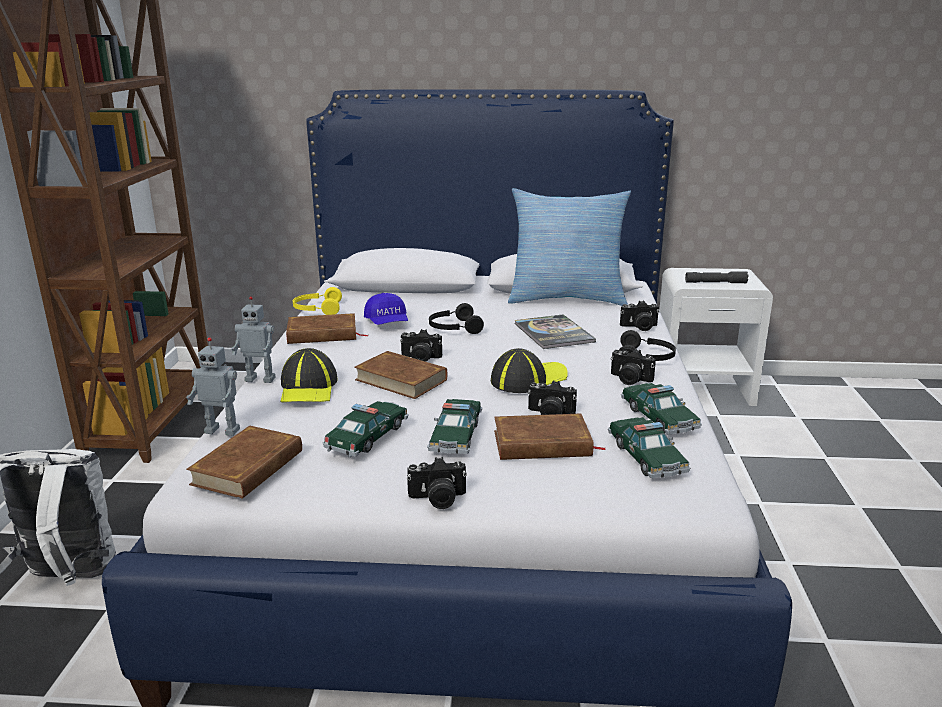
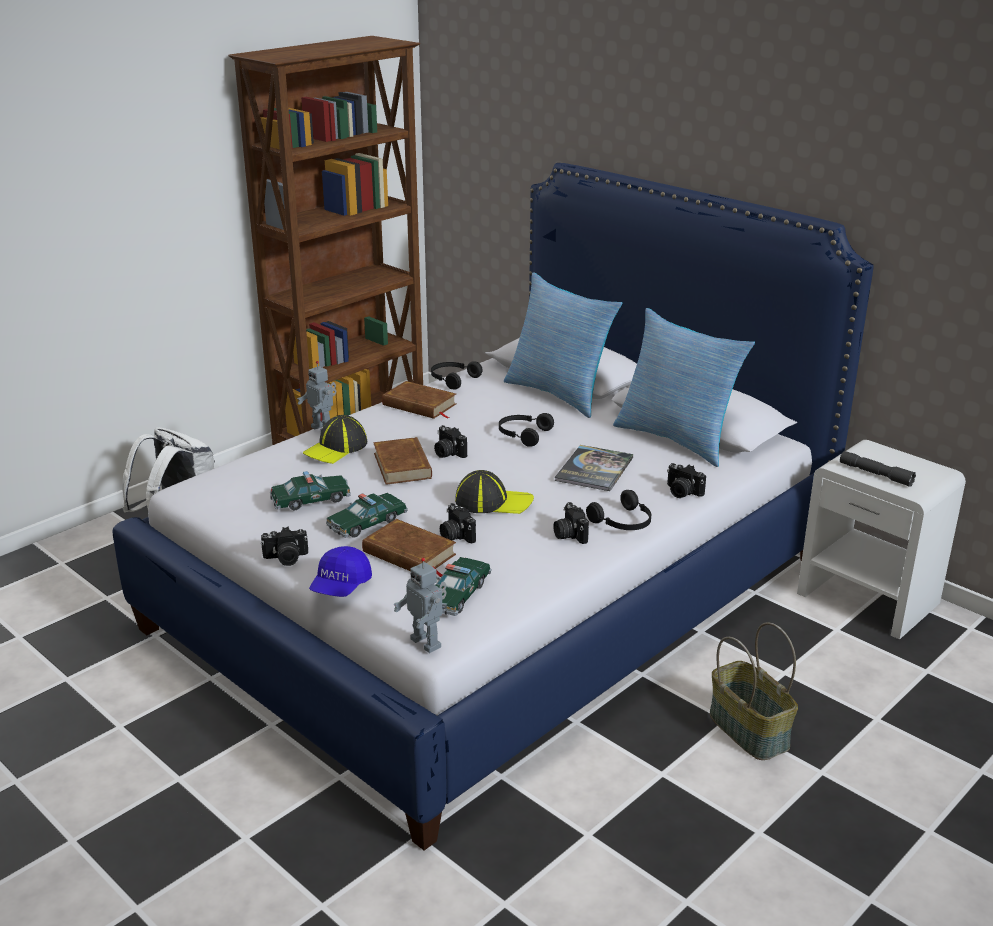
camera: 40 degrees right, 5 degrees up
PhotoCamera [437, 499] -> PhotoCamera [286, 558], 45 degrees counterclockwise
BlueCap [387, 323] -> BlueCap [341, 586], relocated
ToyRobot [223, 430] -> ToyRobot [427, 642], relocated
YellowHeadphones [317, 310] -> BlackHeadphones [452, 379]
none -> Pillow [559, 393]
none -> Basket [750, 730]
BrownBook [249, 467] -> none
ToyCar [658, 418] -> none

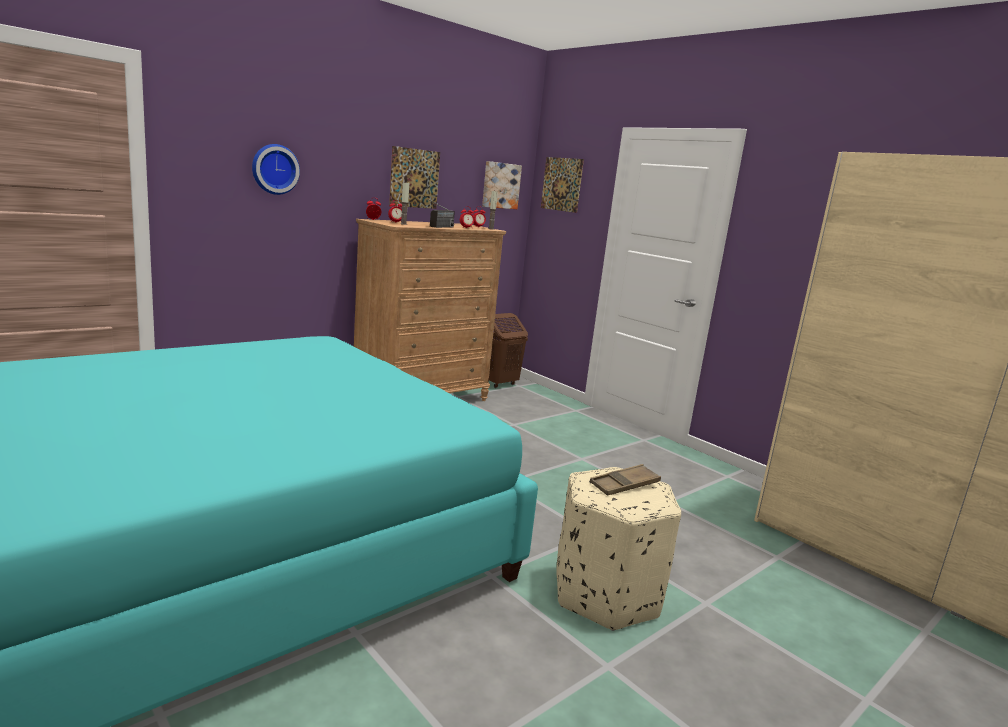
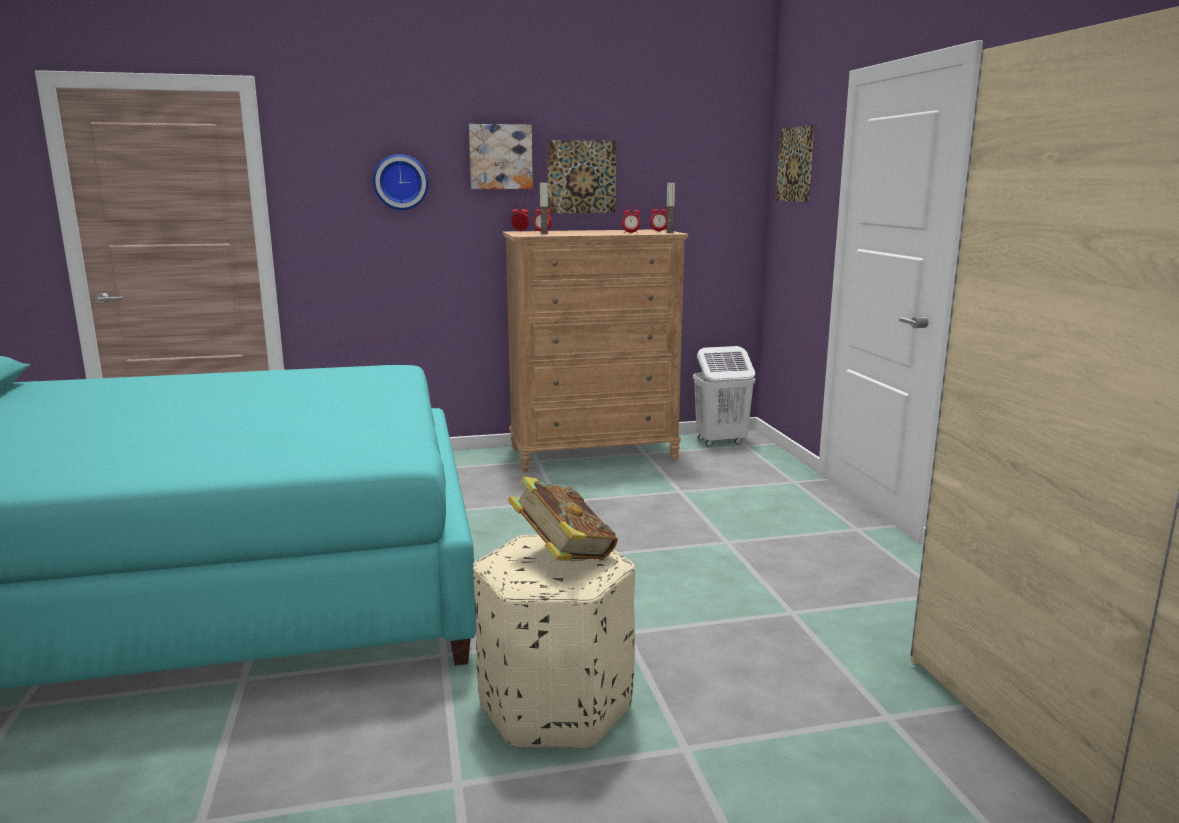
camera: 30 degrees right, 0 degrees up
Picture [500, 185] -> Picture [500, 157], relocated
BrownTray [624, 485] -> Book [563, 556]
BrownLaundryBasket [499, 384] -> WhiteLaundryBasket [720, 442]
Radio [437, 227] -> none

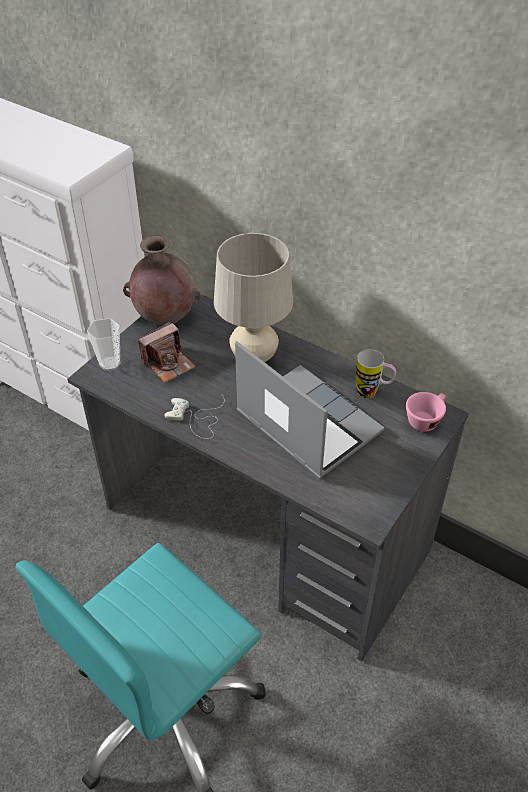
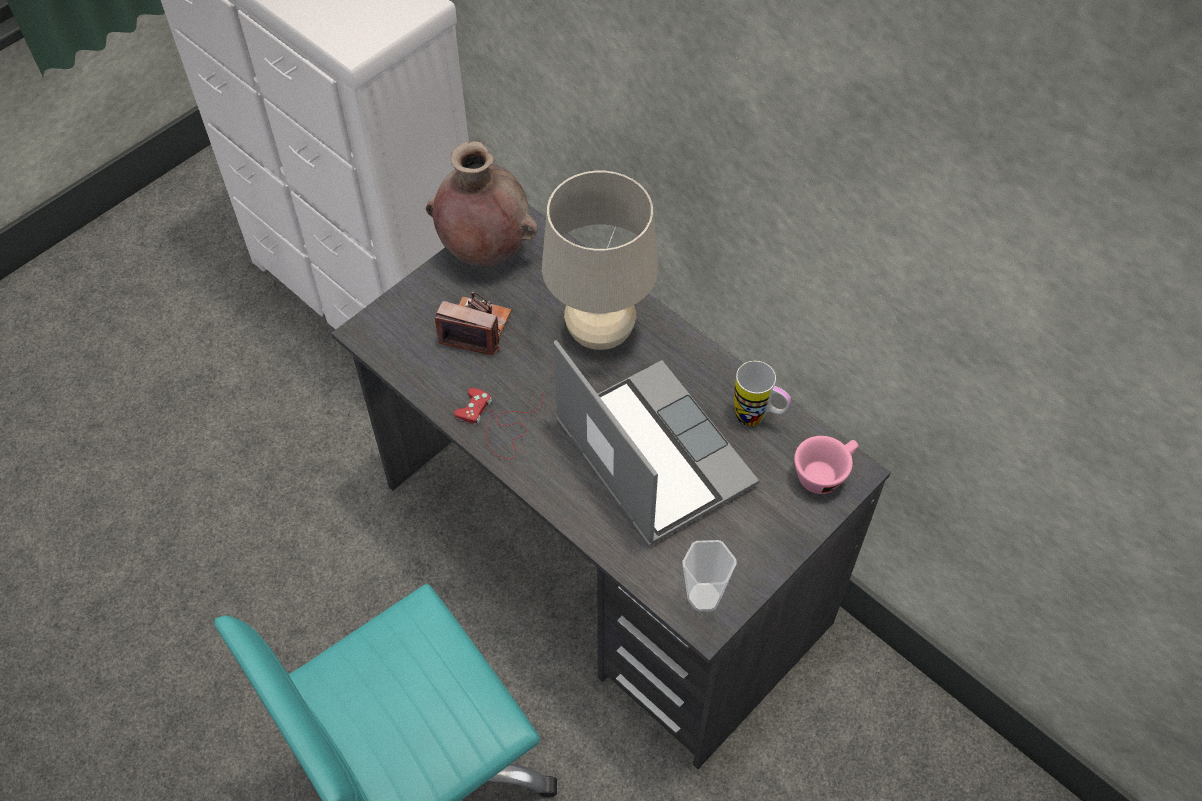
camera: 10 degrees right, 10 degrees up
PhotoCamera [168, 364] -> PhotoCamera [476, 329], 135 degrees counterclockwise
WhiteGameController [196, 419] -> RedGameController [498, 424]
Cup [110, 364] -> Cup [704, 597], relocated

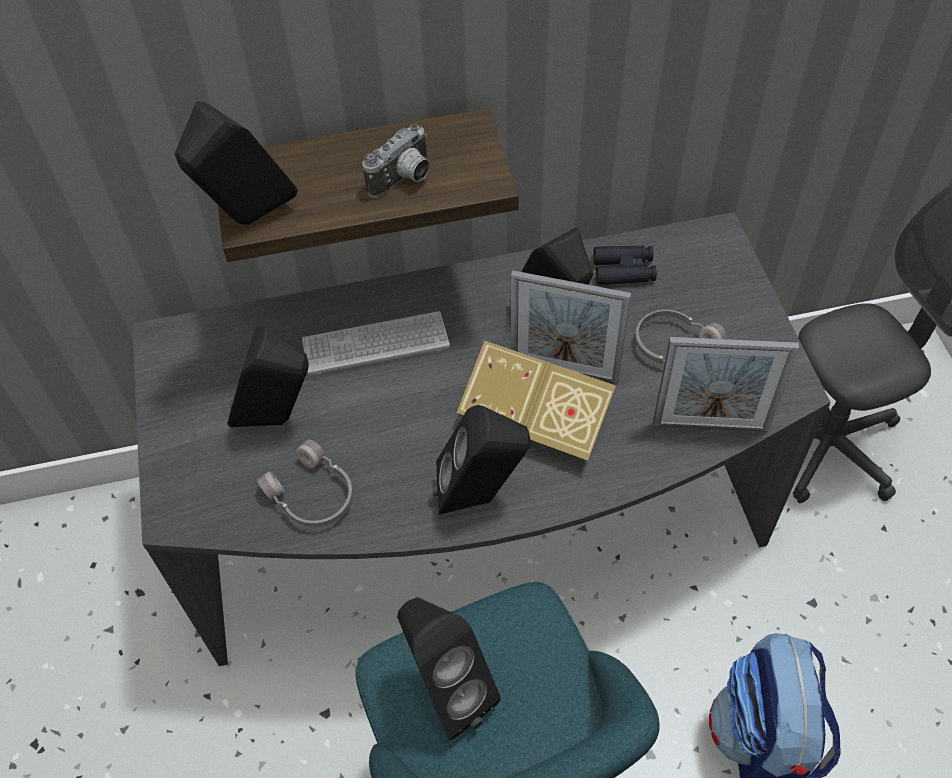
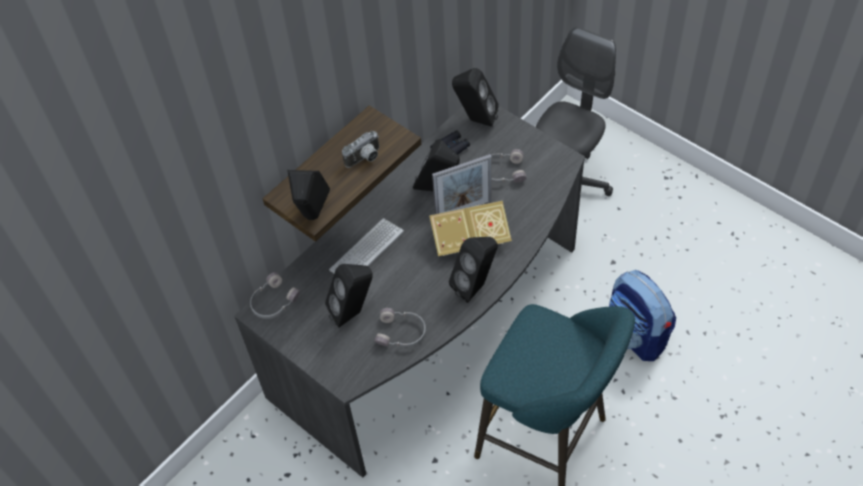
camera: 35 degrees left, 0 degrees up
none -> GreyHeadphones [273, 302]
PhotoCamera [404, 180] -> PhotoCamera [365, 159], 45 degrees clockwise
BlackSpeaker [446, 690] -> BlackSpeaker [475, 119], relocated
PictureFrame [710, 426] -> none

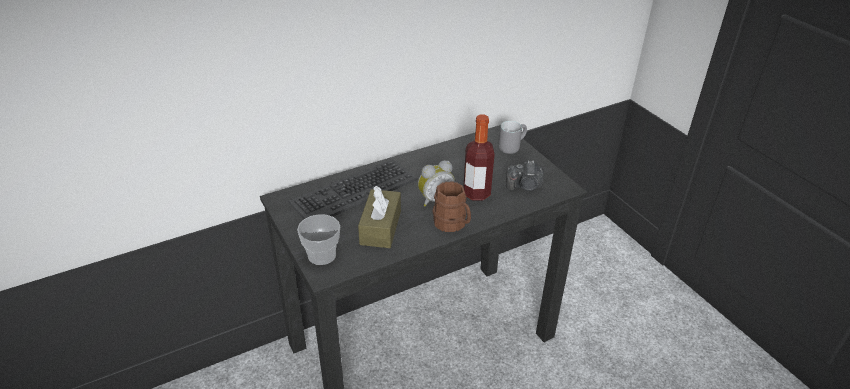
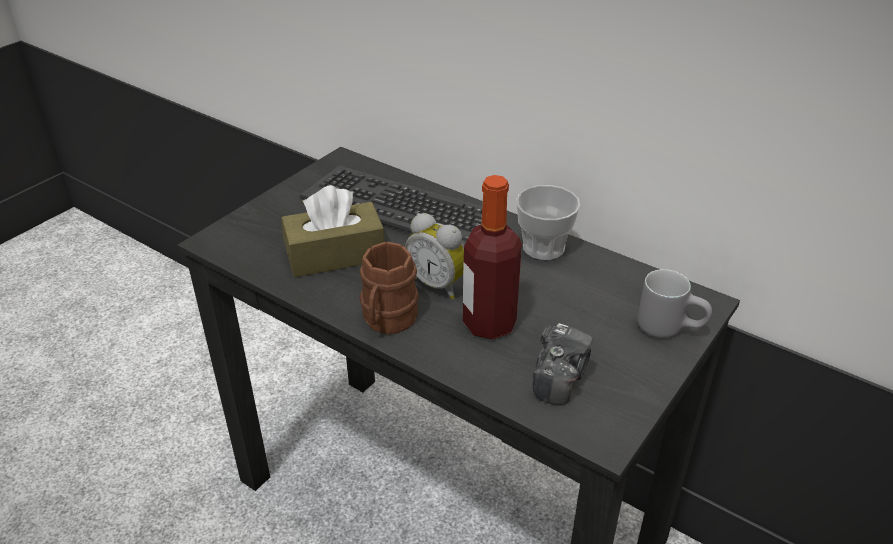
camera: 65 degrees right, 0 degrees up
Cup [322, 255] -> Cup [543, 247], relocated
PhotoCamera [525, 186] -> PhotoCamera [559, 377], 135 degrees counterclockwise

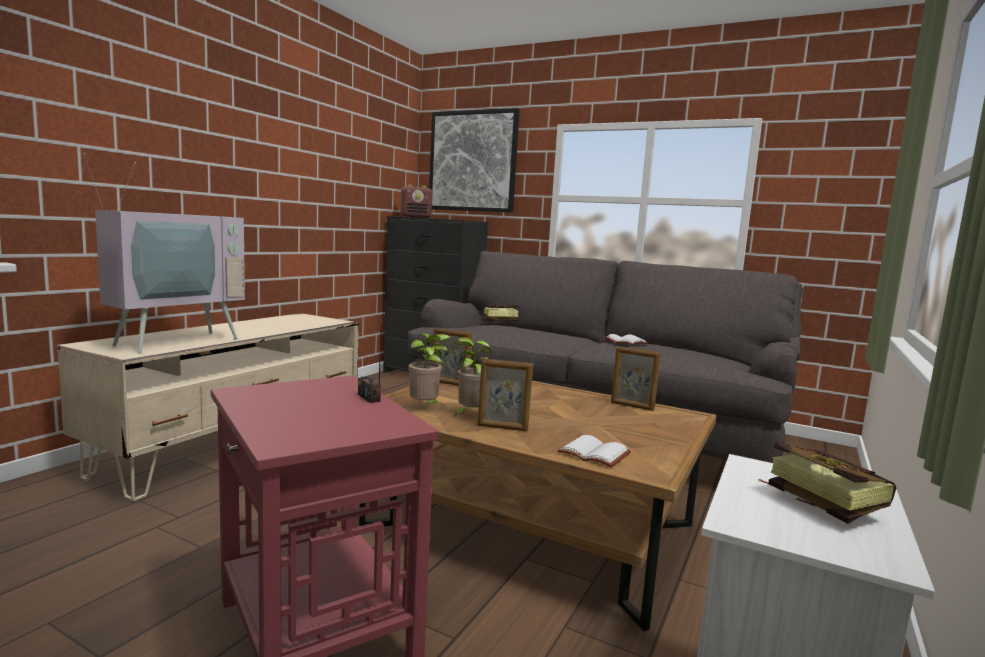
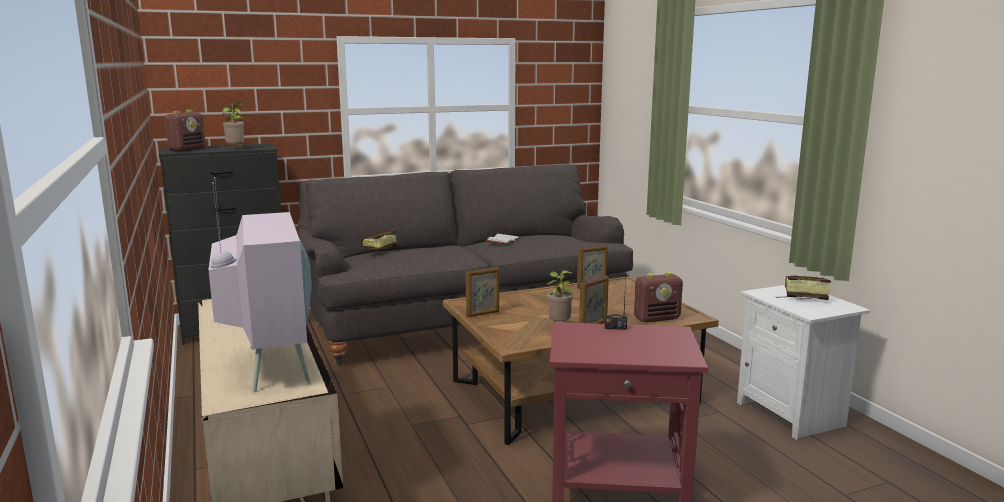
camera: 50 degrees left, 5 degrees up
PottedPlant [425, 407] -> PottedPlant [236, 149], relocated
WhiteBook [596, 453] -> Radio [657, 318]
Picture [473, 161] -> none

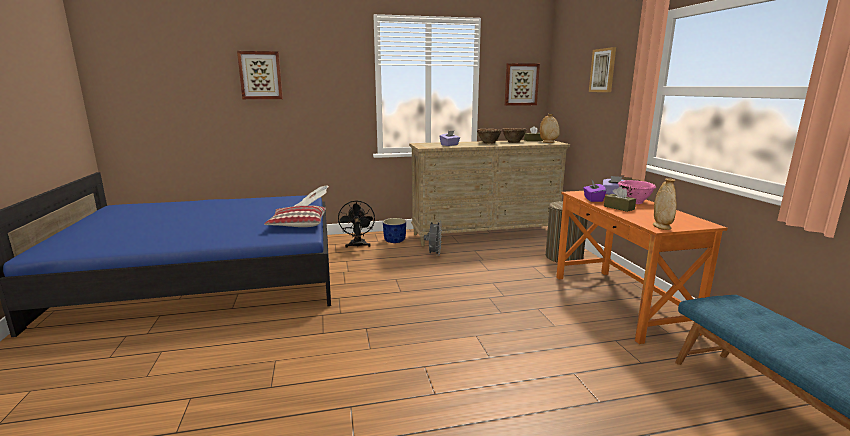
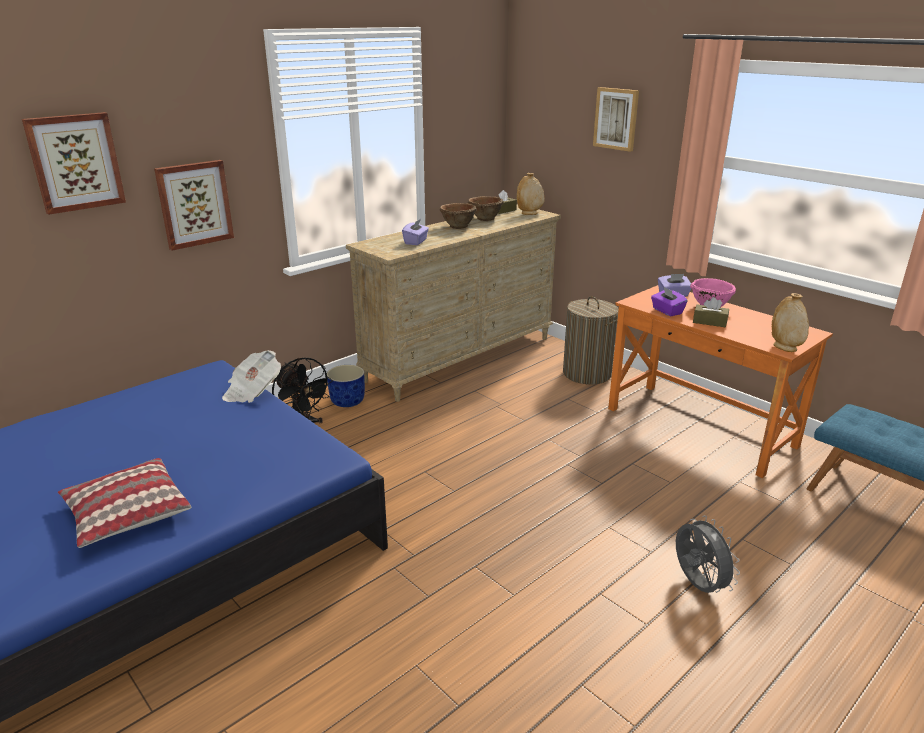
camera: 30 degrees left, 10 degrees up
Pillow [297, 224] -> Pillow [127, 513], relocated
Picture [521, 84] -> Picture [194, 204], relocated
GreyFan [434, 254] -> GreyFan [697, 585], relocated

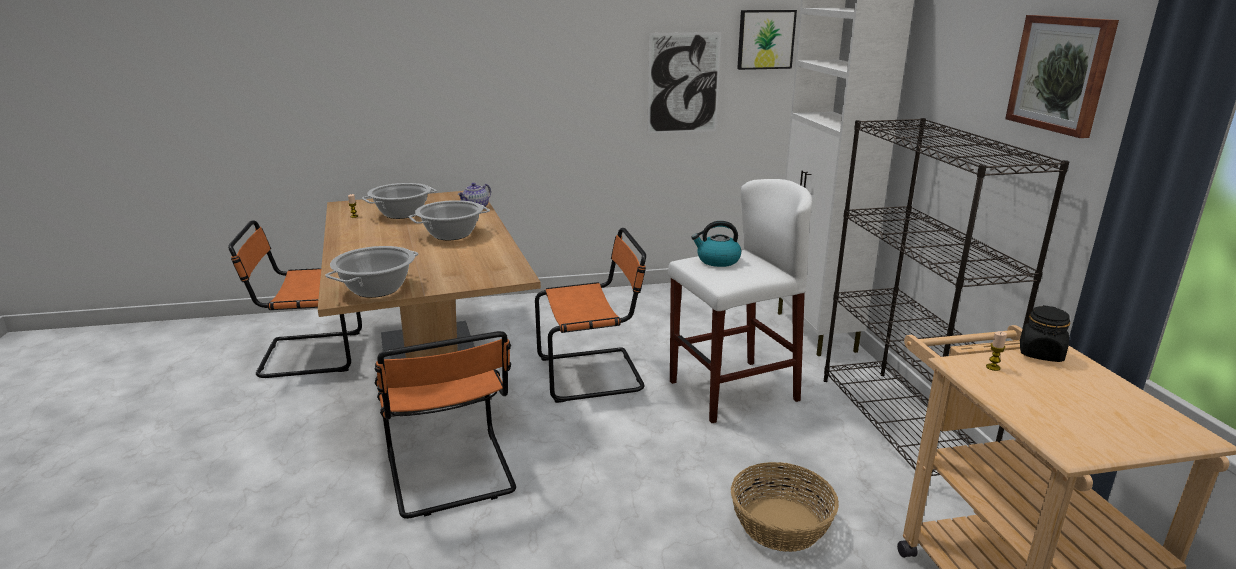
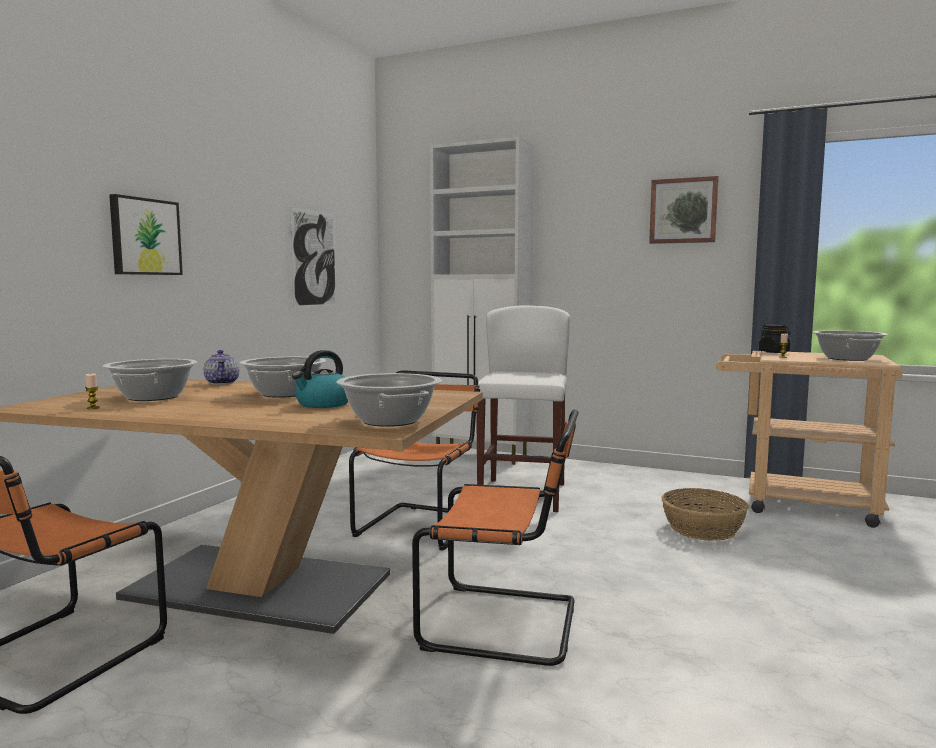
camera: 55 degrees left, 15 degrees down
Picture [765, 39] -> Picture [145, 237], relocated
Kettle [717, 260] -> Kettle [323, 404], relocated
none -> CookingPot [847, 358]
BlackBookcase [900, 424] -> none

